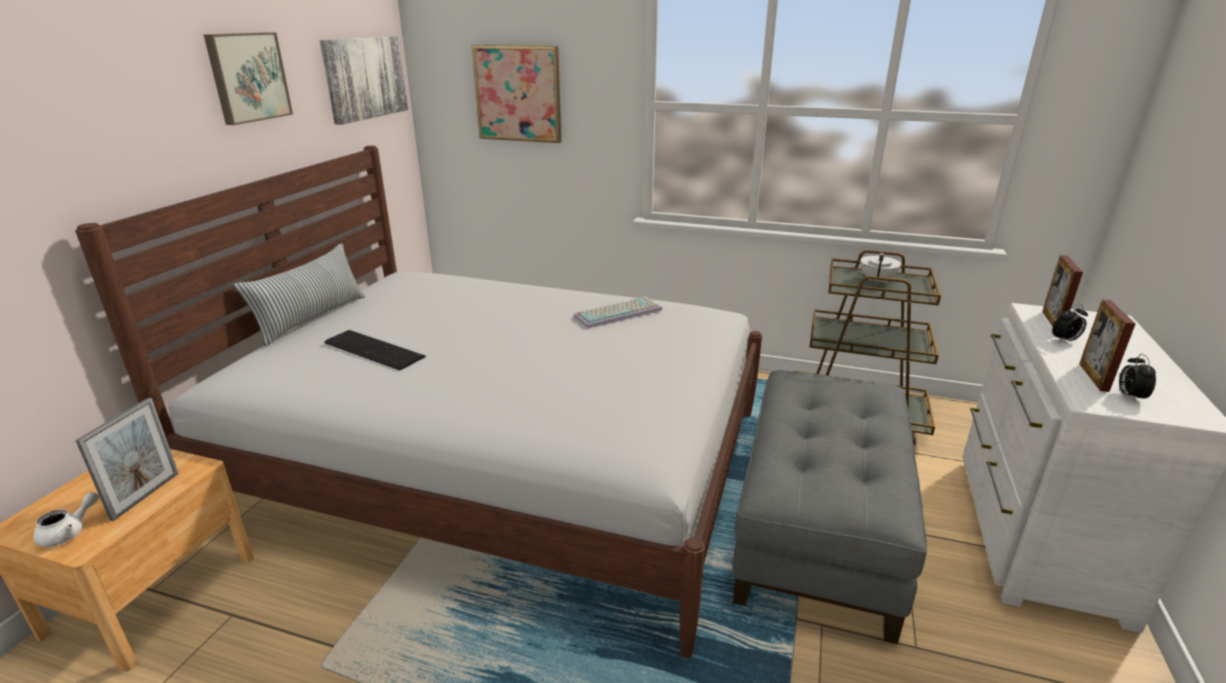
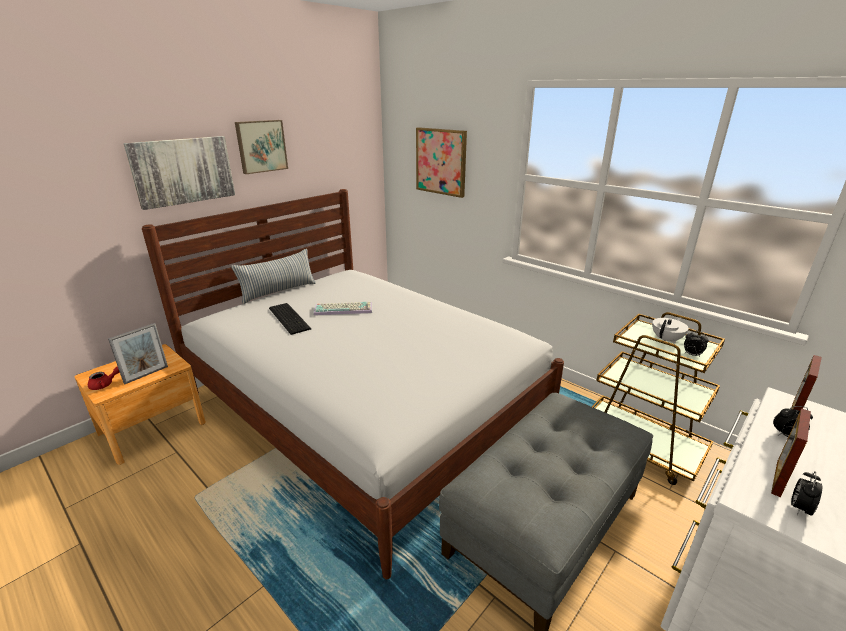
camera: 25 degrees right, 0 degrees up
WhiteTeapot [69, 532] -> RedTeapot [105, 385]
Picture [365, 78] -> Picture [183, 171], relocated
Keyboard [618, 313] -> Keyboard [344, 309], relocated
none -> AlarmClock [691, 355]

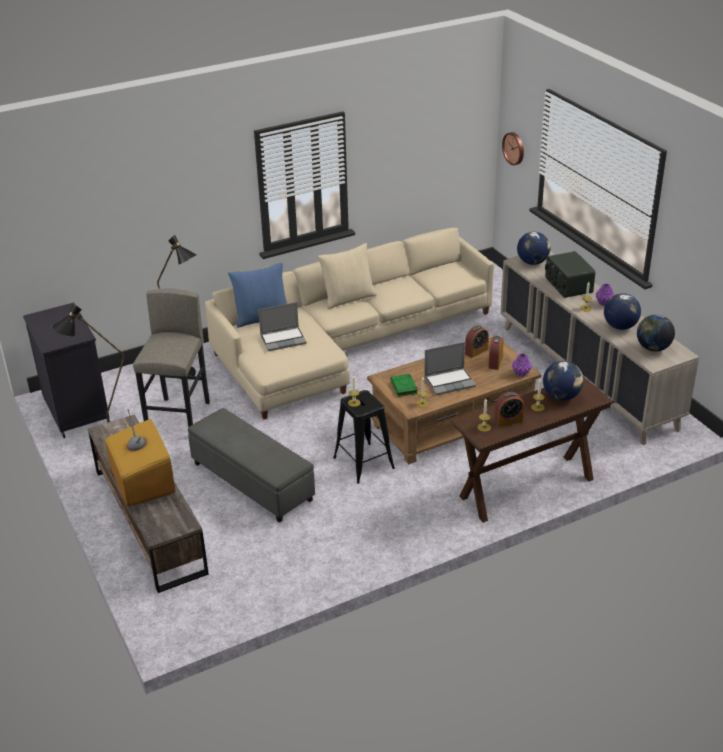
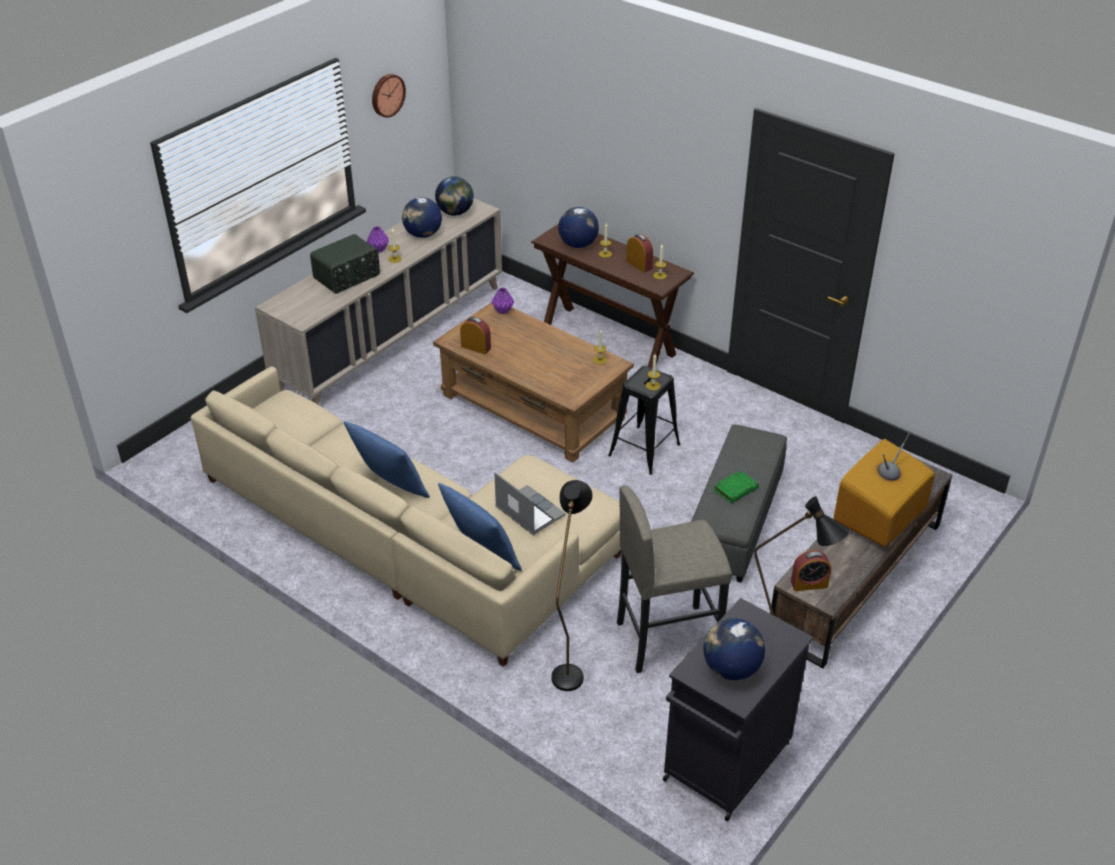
camera: 115 degrees left, 5 degrees up
BeigePillow [348, 298] -> BluePillow [390, 488]
WallClock [514, 148] -> WallClock [387, 95], relocated
Globe [532, 262] -> Globe [731, 669], relocated
GreenBook [404, 387] -> GreenBook [735, 489], relocated
AlarmClock [495, 362] -> AlarmClock [809, 584], relocated
Laptop [450, 382] -> none

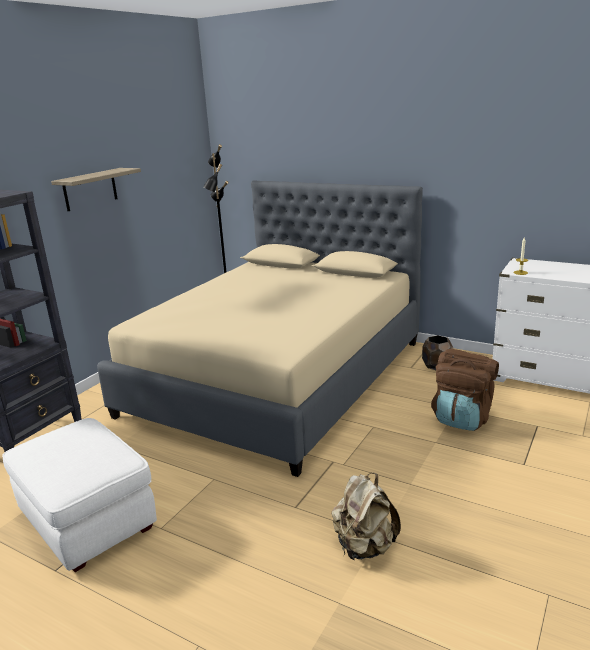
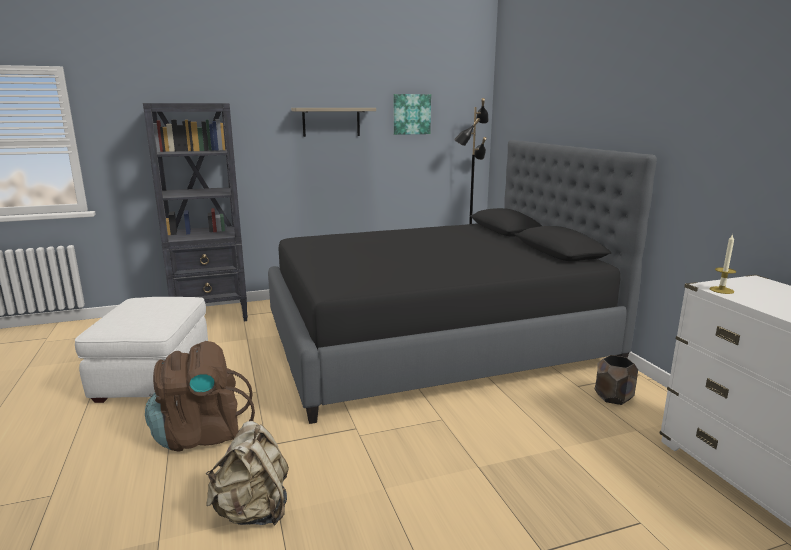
camera: 40 degrees right, 5 degrees down
BrownBackpack [462, 417] -> BrownBackpack [202, 434], relocated
BeigeBed [278, 377] -> BlackBed [433, 341]
none -> Picture [411, 114]

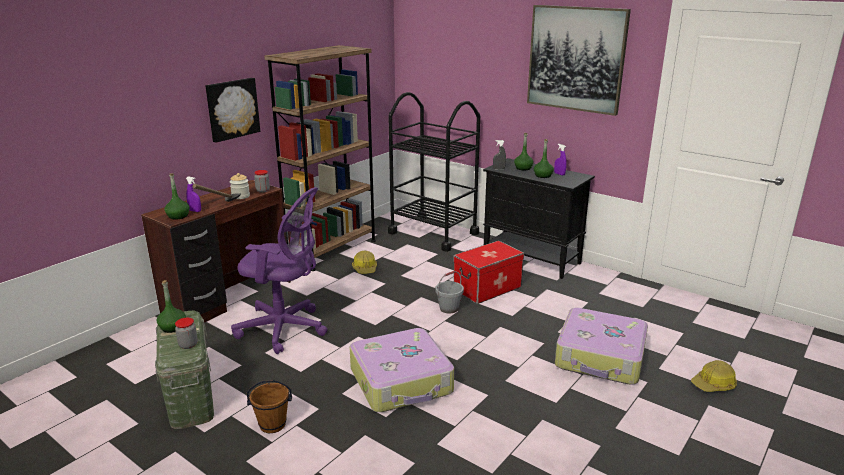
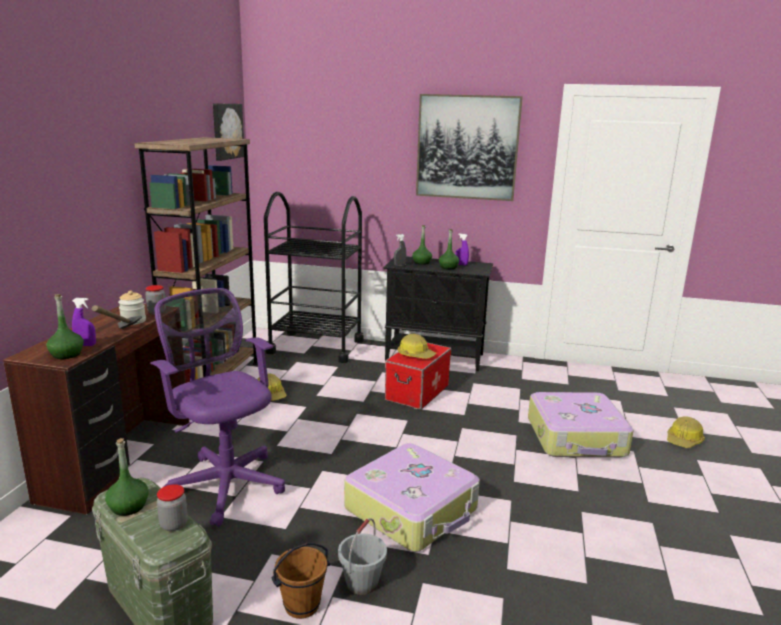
camera: 25 degrees left, 5 degrees down
PurpleOfficeChair [285, 329] -> PurpleOfficeChair [225, 482], 120 degrees counterclockwise
Picture [232, 109] -> Picture [226, 131], relocated
GreyBucket [449, 308] -> GreyBucket [362, 583], relocated
none -> HardHat [415, 355]

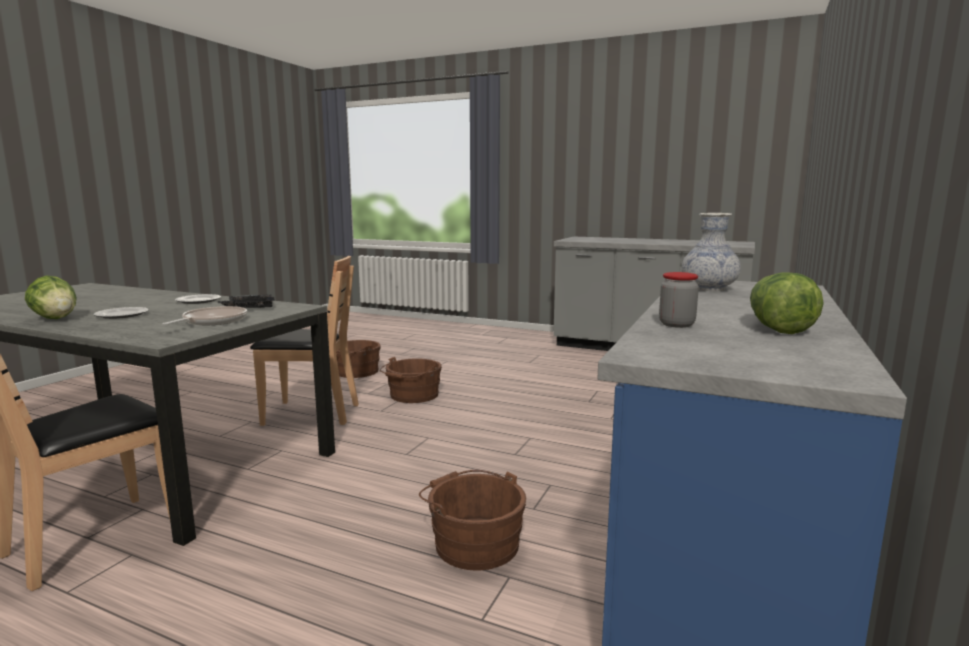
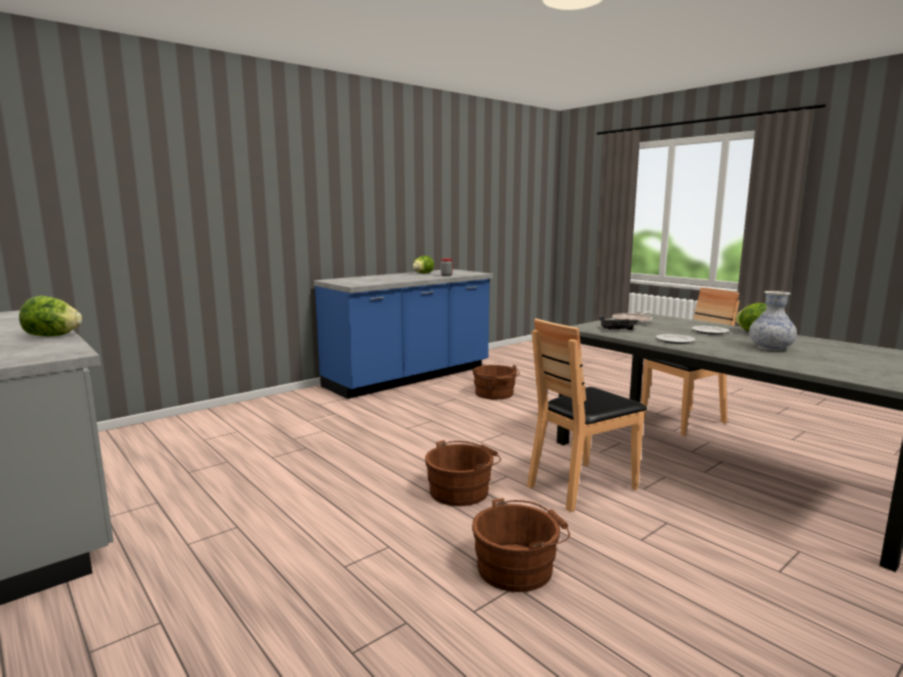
camera: 155 degrees left, 0 degrees up
none -> Lettuce [52, 336]
BrownChair [310, 414] -> BrownChair [581, 486], 60 degrees counterclockwise
Vase [708, 289] -> Vase [770, 348], relocated

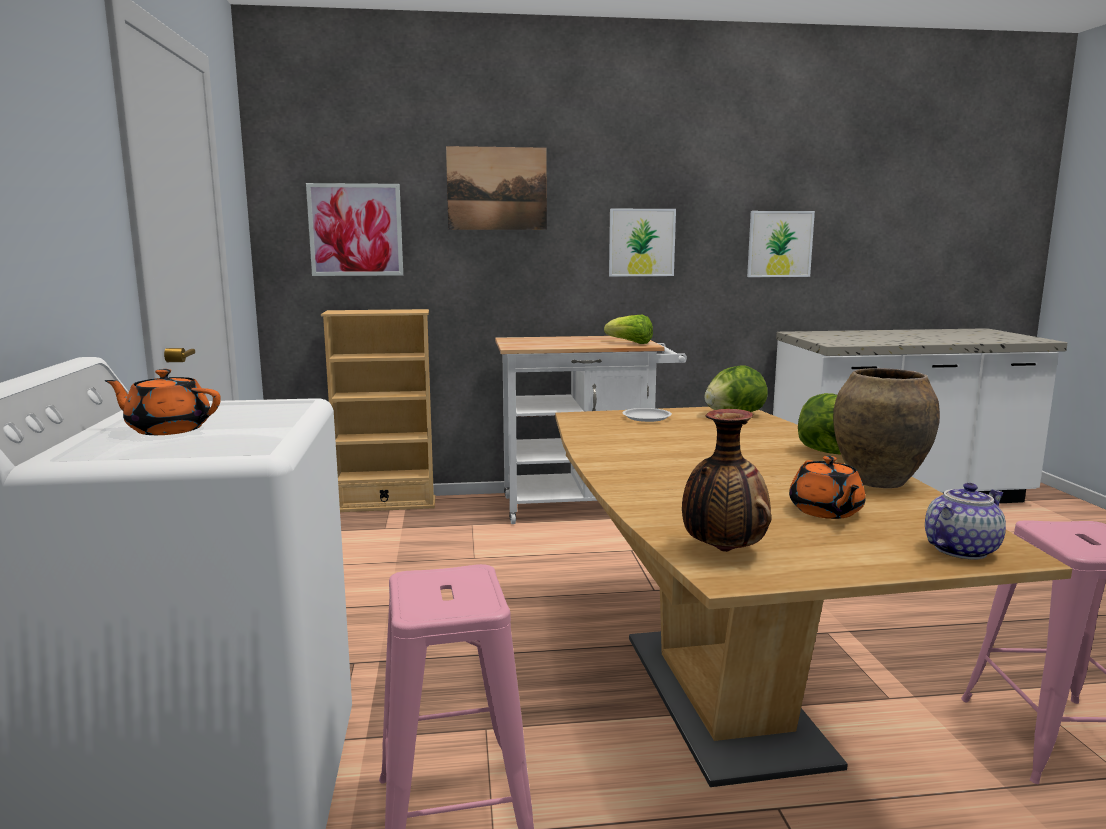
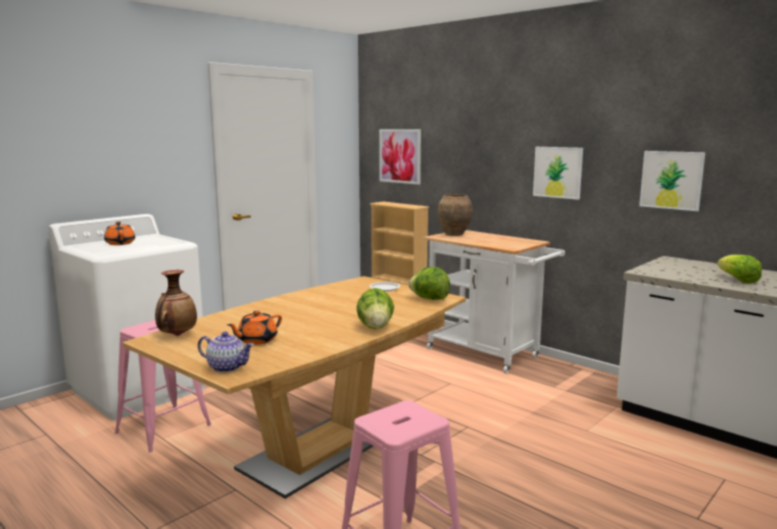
camera: 50 degrees right, 0 degrees up
BrownVase [877, 481] -> BrownVase [454, 234], relocated
Lettuce [630, 343] -> Lettuce [737, 280], relocated
Picture [497, 188] -> none

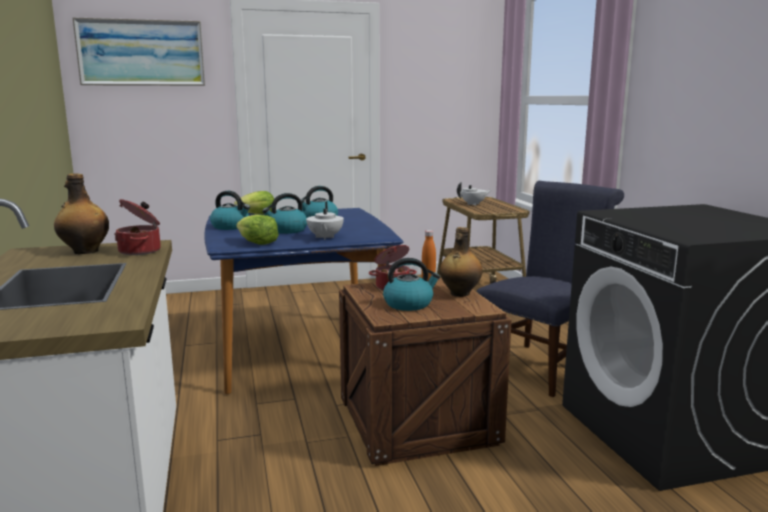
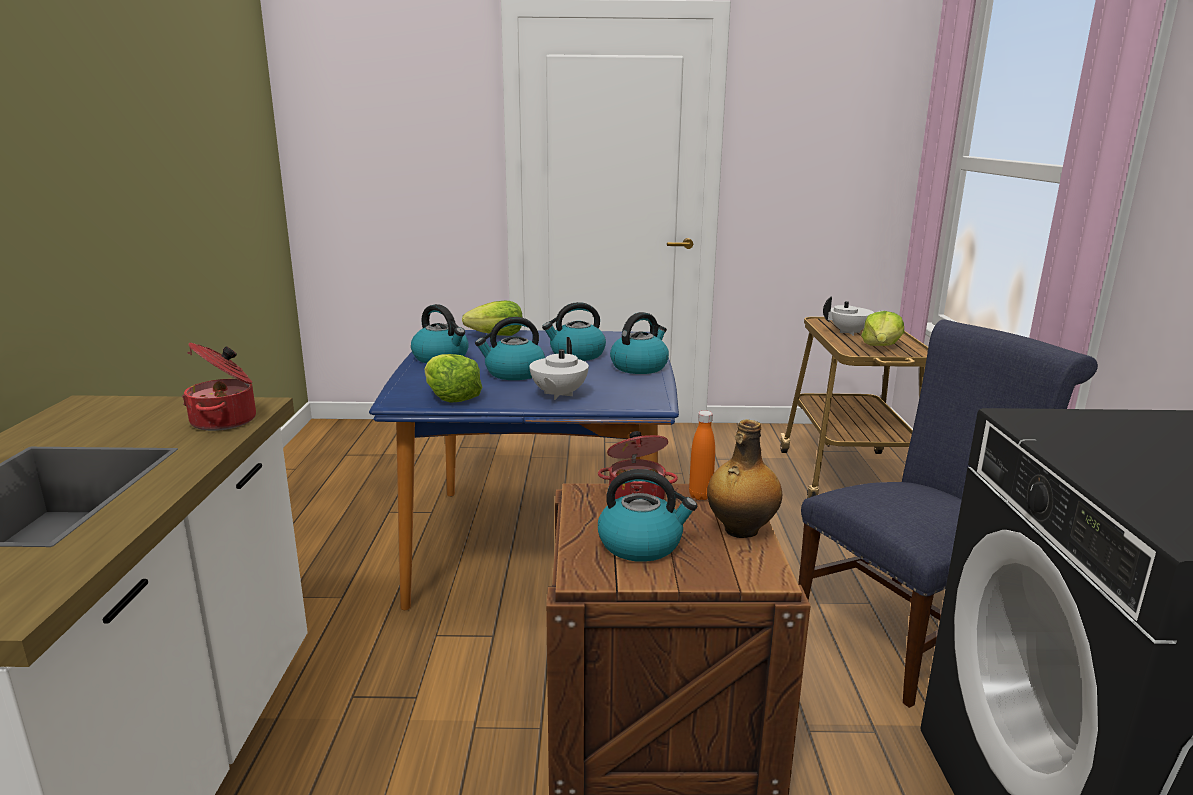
camera: 15 degrees right, 5 degrees up
none -> Kettle [639, 367]
none -> Lettuce [881, 346]
Bottle [85, 251] -> none
Picture [141, 53] -> none

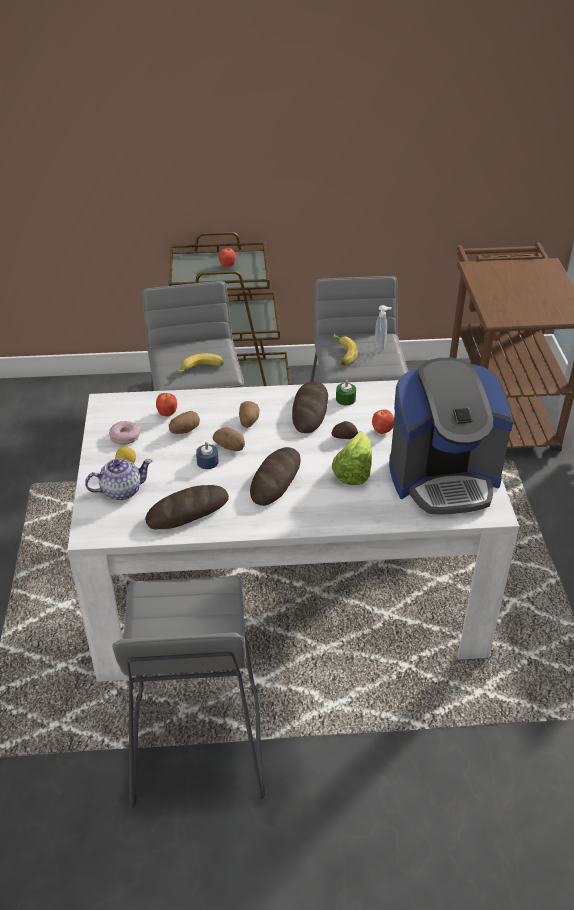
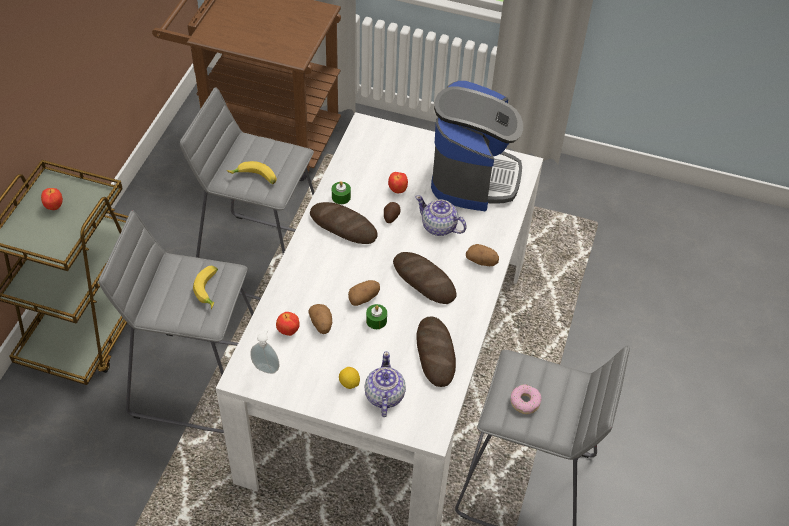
camera: 70 degrees left, 10 degrees up
SoapDispenser [381, 346] -> SoapDispenser [266, 367], relocated
BlueCandle [207, 462] -> GreenCandle [376, 320]
Lettuce [353, 472] -> Teapot [439, 227]
Potato [248, 421] -> Potato [482, 261], relocated
Donut [125, 436] -> Donut [525, 402], relocated

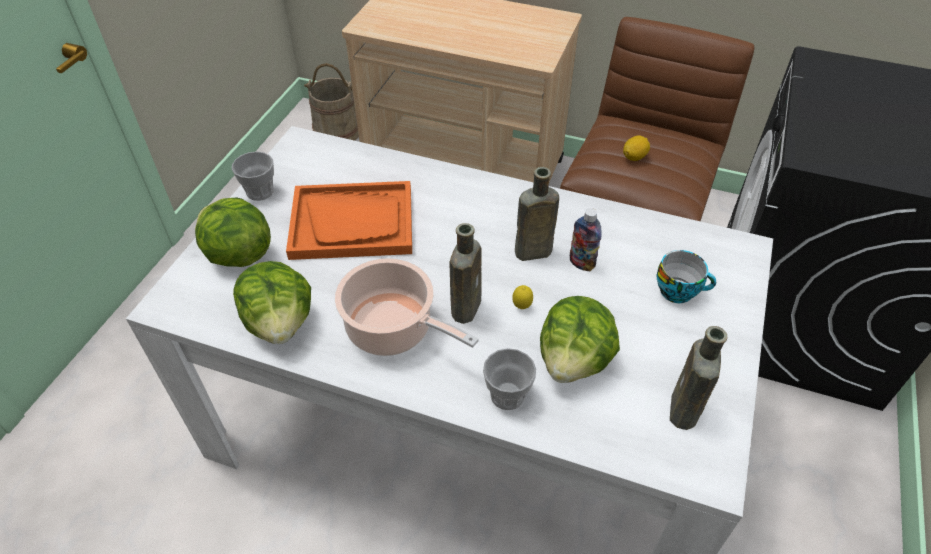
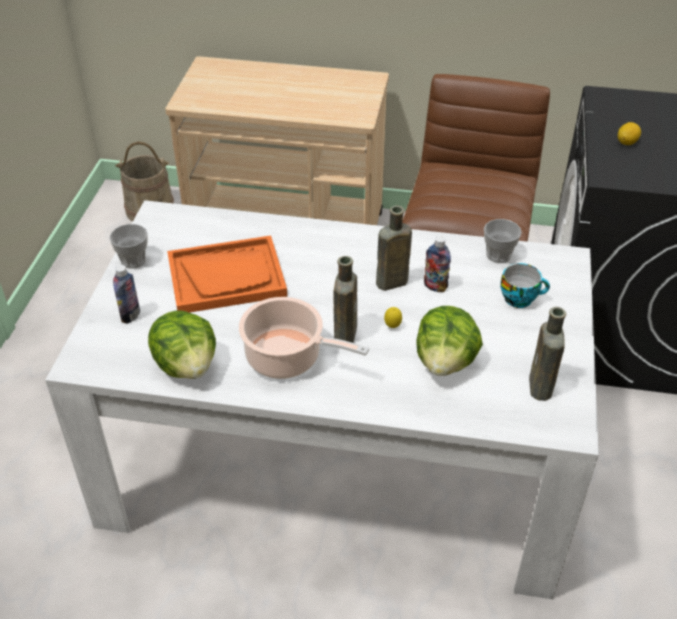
camera: 10 degrees left, 5 degrees down
Lettuce [238, 255] -> Bottle [130, 316]
Cup [507, 395] -> Cup [498, 255], relocated
Lemon [634, 157] -> Lemon [626, 142], relocated

